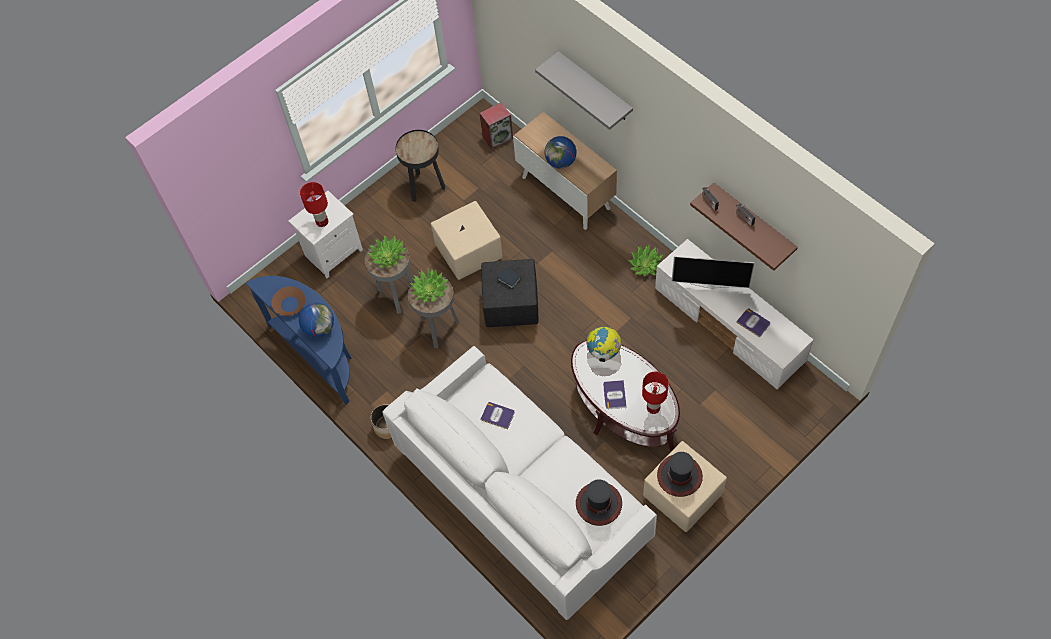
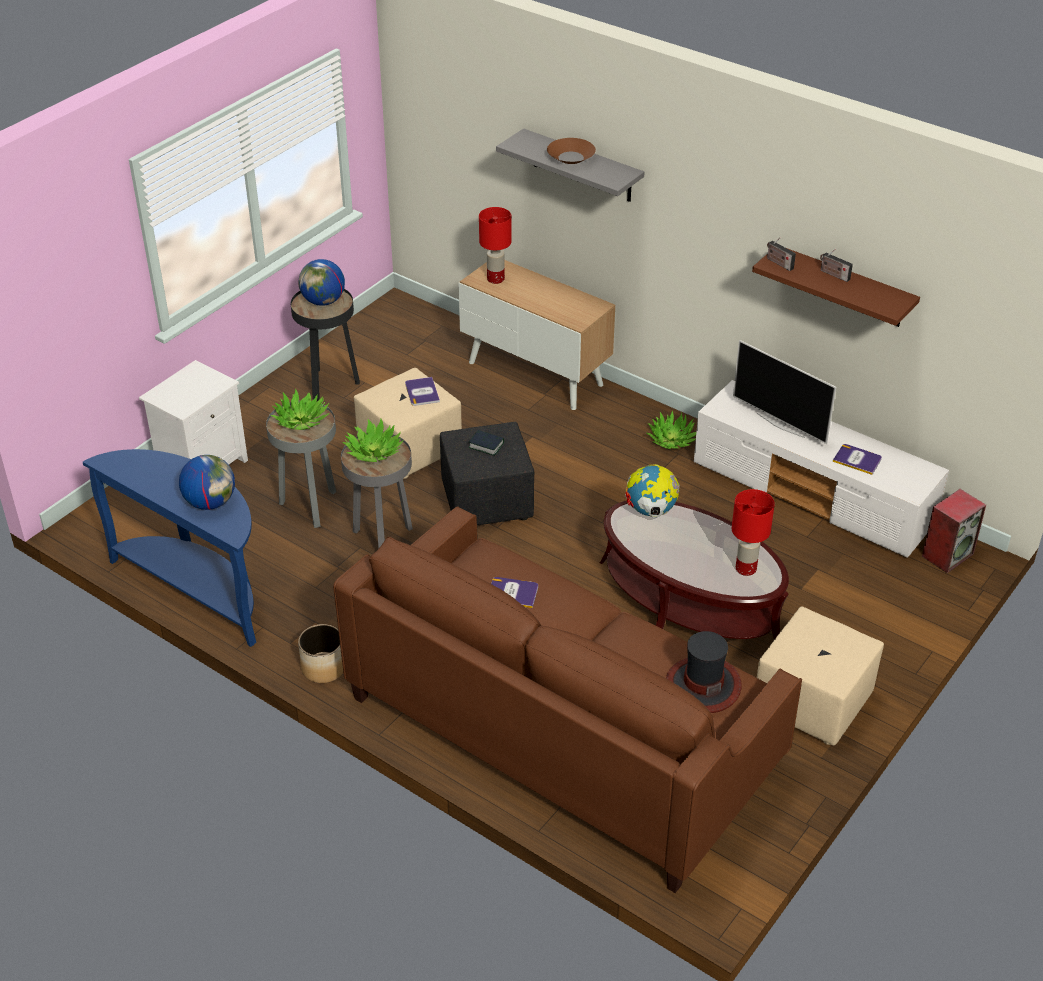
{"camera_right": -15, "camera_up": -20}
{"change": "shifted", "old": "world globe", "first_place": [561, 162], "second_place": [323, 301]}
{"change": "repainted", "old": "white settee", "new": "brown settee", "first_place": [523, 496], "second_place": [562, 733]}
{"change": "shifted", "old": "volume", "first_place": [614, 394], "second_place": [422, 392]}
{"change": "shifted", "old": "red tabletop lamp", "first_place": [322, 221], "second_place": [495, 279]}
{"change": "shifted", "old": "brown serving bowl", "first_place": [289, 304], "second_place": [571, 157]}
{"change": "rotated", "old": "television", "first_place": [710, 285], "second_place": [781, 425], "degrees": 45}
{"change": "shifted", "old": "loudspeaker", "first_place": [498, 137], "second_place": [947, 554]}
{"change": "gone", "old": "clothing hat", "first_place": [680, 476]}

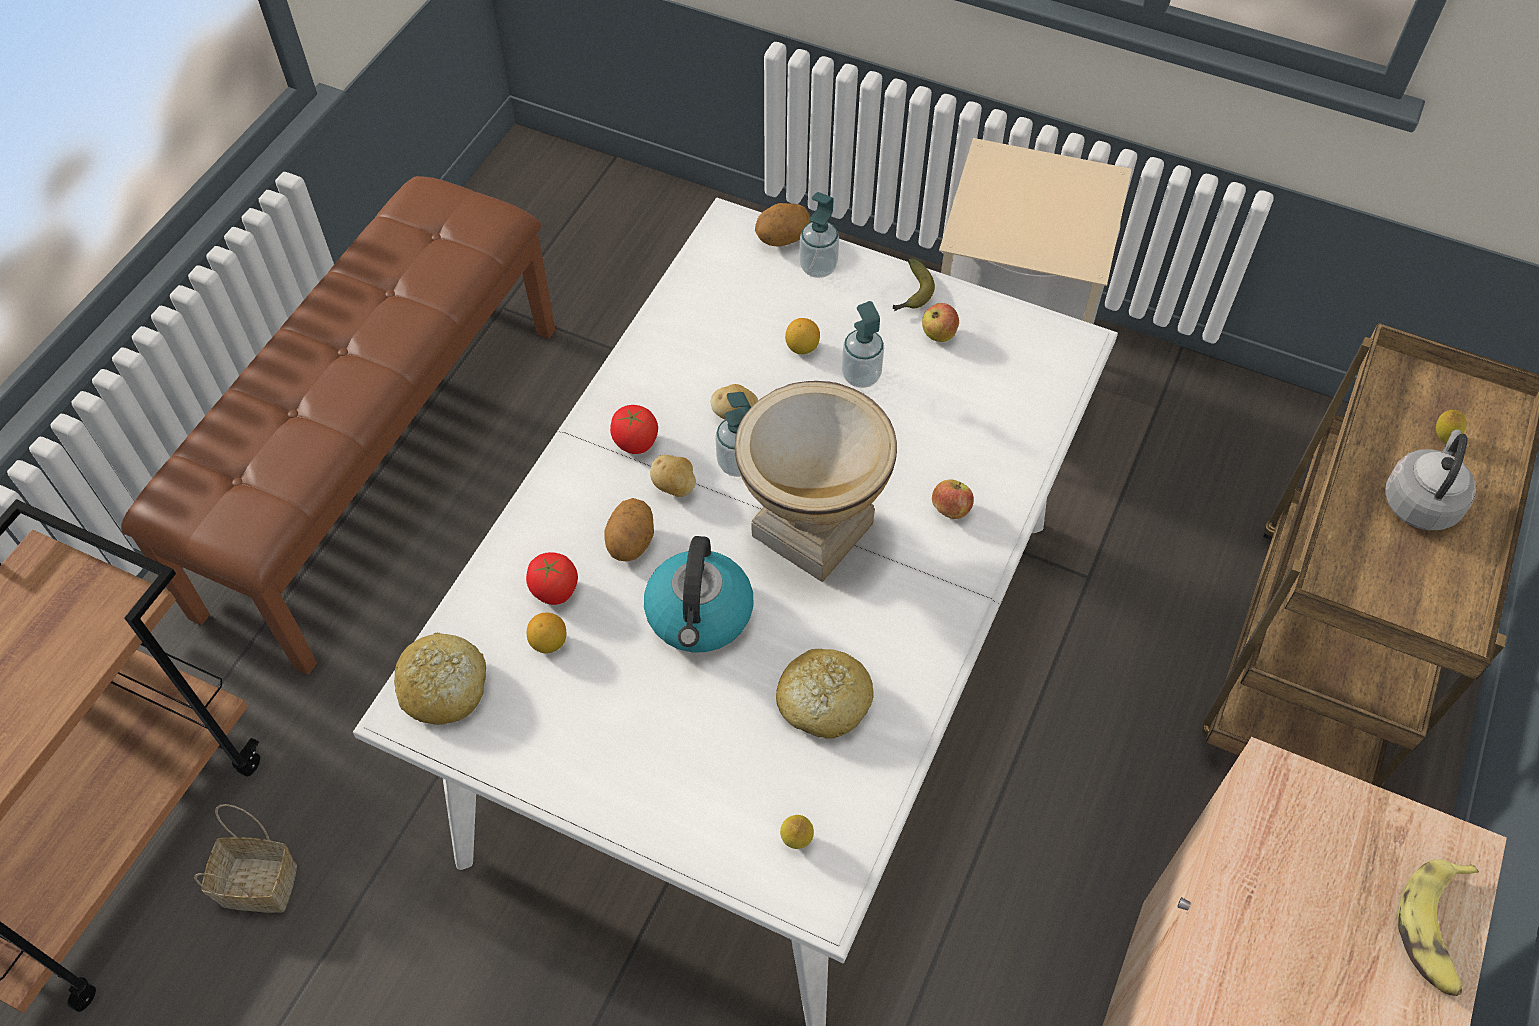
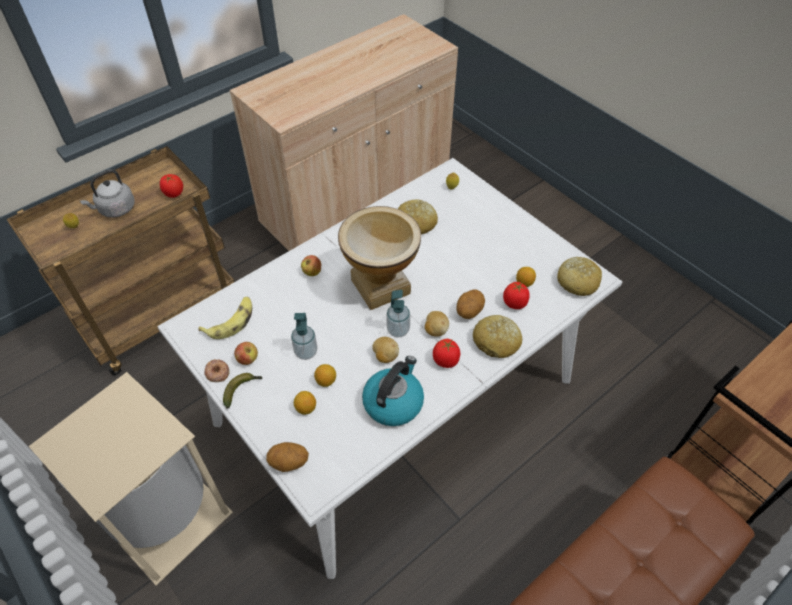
{"camera_right": -155, "camera_up": -5}
{"change": "new", "new": "fresh tomato", "second_place": [174, 194]}
{"change": "shifted", "old": "banana fruit", "first_place": [1436, 930], "second_place": [231, 321]}
{"change": "new", "new": "donut", "second_place": [217, 372]}
{"change": "new", "new": "whole lemon", "second_place": [305, 408]}
{"change": "shifted", "old": "water kettle", "first_place": [700, 615], "second_place": [393, 402]}
{"change": "new", "new": "bakery bread", "second_place": [496, 342]}
{"change": "gone", "old": "basket", "first_place": [256, 886]}
{"change": "gone", "old": "soap bottle", "first_place": [818, 267]}

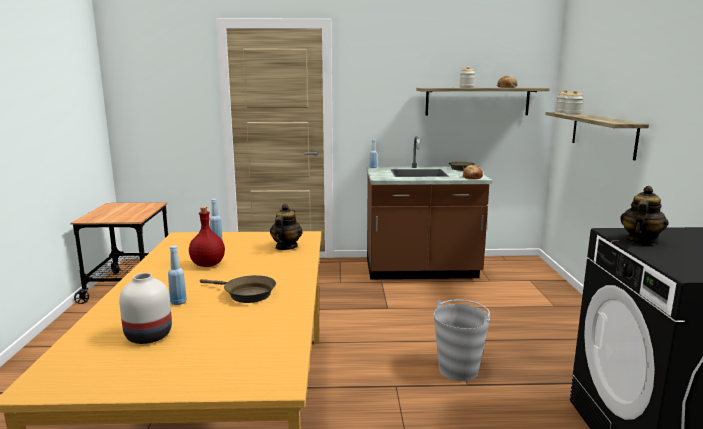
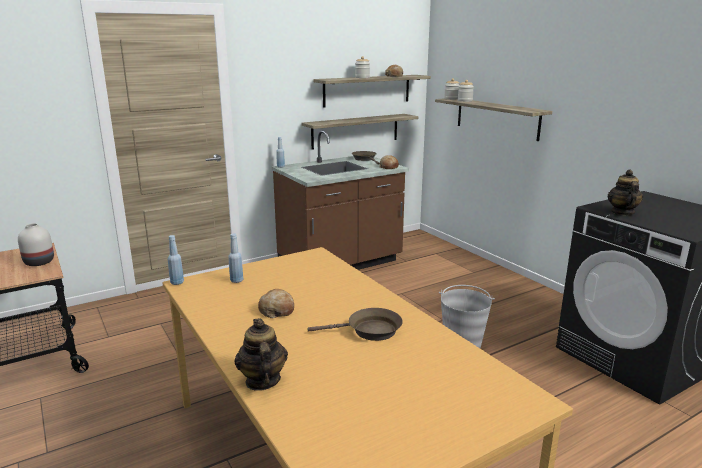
{"camera_right": -30, "camera_up": 5}
{"change": "shifted", "old": "white vase", "first_place": [149, 336], "second_place": [40, 262]}
{"change": "shifted", "old": "bluish bottle", "first_place": [178, 302], "second_place": [177, 282]}
{"change": "shifted", "old": "tea pot", "first_place": [286, 247], "second_place": [262, 381]}
{"change": "swapped", "old": "red bottle", "new": "bakery bread", "first_place": [207, 265], "second_place": [276, 310]}
{"change": "new", "new": "bracket shelf", "second_place": [355, 131]}

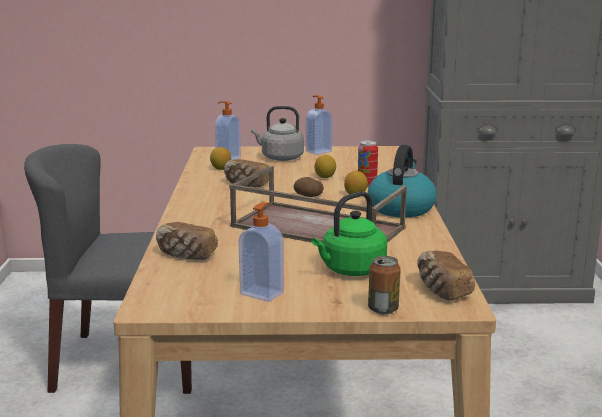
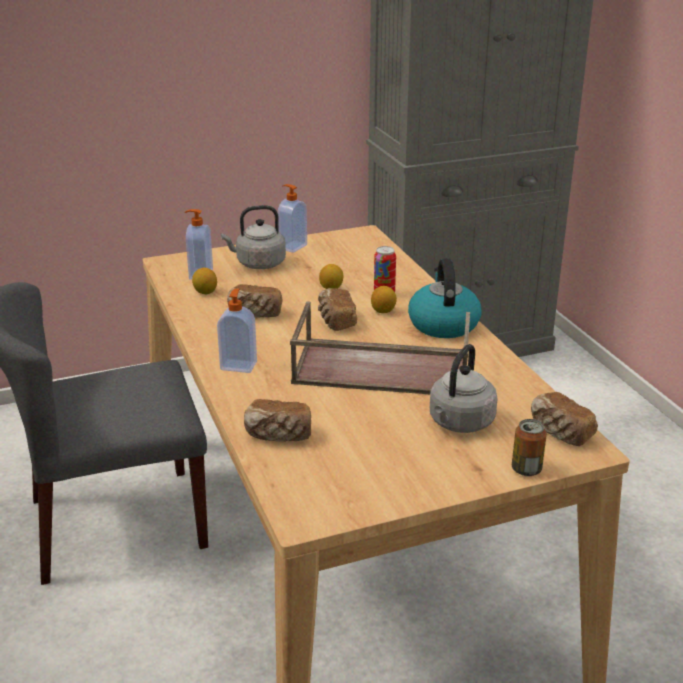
{"camera_right": -20, "camera_up": 10}
{"change": "shifted", "old": "soap bottle", "first_place": [262, 293], "second_place": [239, 365]}
{"change": "swapped", "old": "whole potato", "new": "bakery bread", "first_place": [308, 196], "second_place": [335, 321]}
{"change": "repainted", "old": "green-coloured water kettle", "new": "greyish water kettle", "first_place": [351, 270], "second_place": [459, 423]}

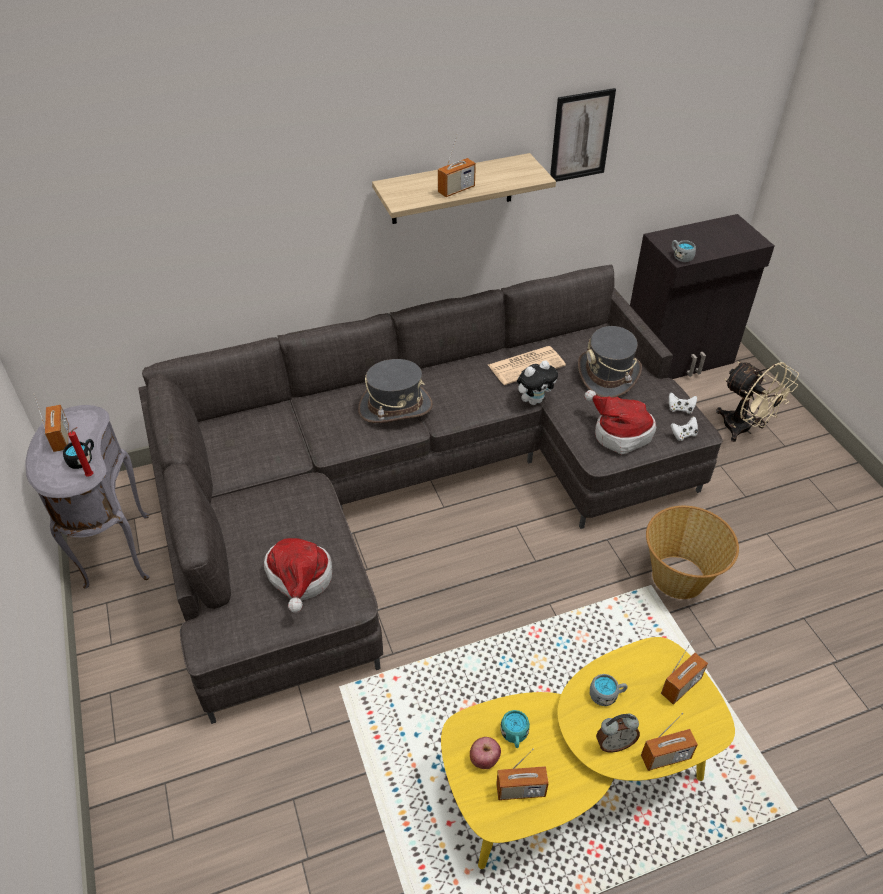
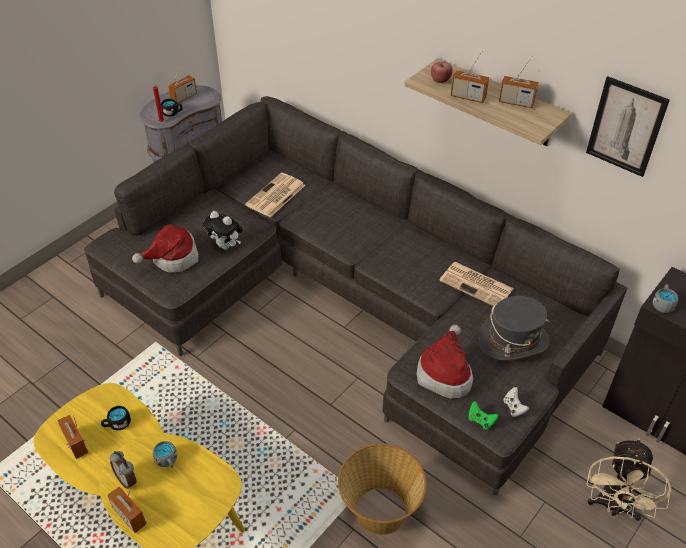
{"camera_right": 60, "camera_up": 0}
{"change": "repainted", "old": "turquoise coffee mug", "new": "black coffee mug", "first_place": [514, 735], "second_place": [117, 424]}
{"change": "shifted", "old": "plush toy", "first_place": [534, 400], "second_place": [226, 246]}
{"change": "new", "new": "daily paper", "second_place": [275, 196]}
{"change": "shifted", "old": "apple", "first_place": [484, 759], "second_place": [440, 80]}
{"change": "repainted", "old": "white game controller", "new": "green-coloured game controller", "first_place": [683, 435], "second_place": [481, 420]}
{"change": "shifted", "old": "radio", "first_place": [681, 686], "second_place": [516, 102]}
{"change": "gone", "old": "greyish clothing hat", "first_place": [395, 407]}

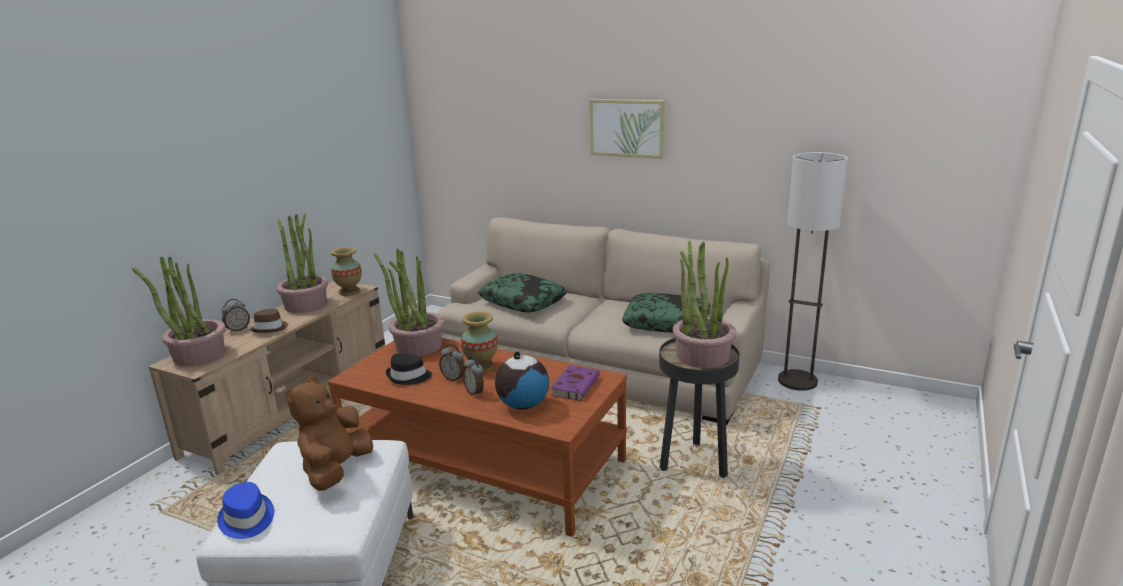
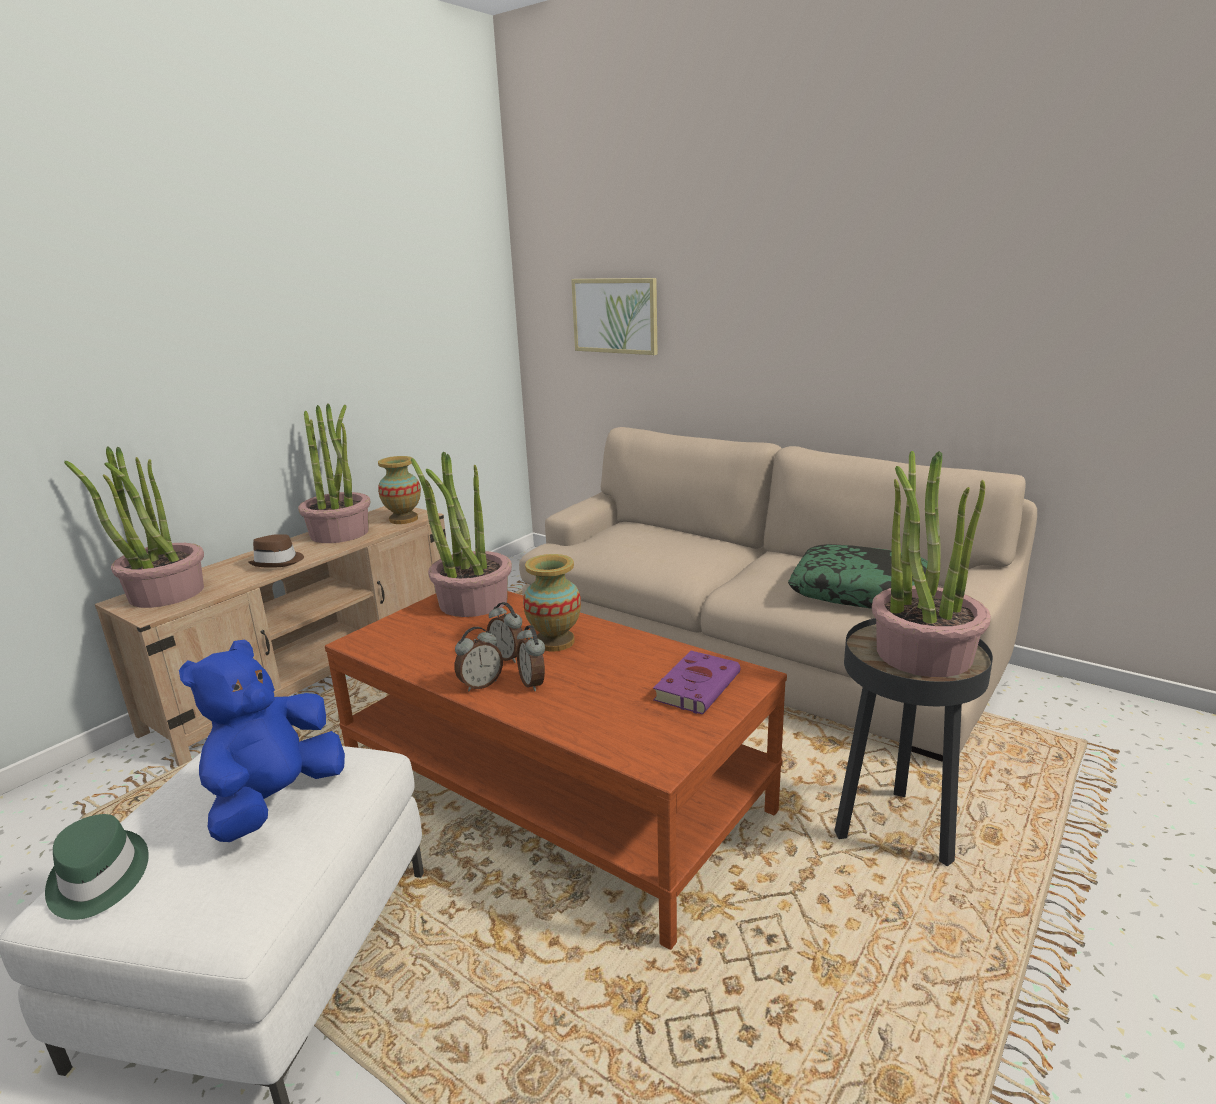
{"camera_right": 10, "camera_up": 0}
{"change": "repainted", "old": "bluish clothing hat", "new": "green-coloured clothing hat", "first_place": [246, 519], "second_place": [97, 879]}
{"change": "repainted", "old": "brown plush toy", "new": "bluish plush toy", "first_place": [336, 470], "second_place": [276, 801]}
{"change": "shifted", "old": "bedside clock", "first_place": [238, 329], "second_place": [480, 684]}
{"change": "shifted", "old": "wall picture", "first_place": [627, 128], "second_place": [615, 315]}
{"change": "gone", "old": "black clothing hat", "first_place": [408, 377]}
{"change": "gone", "old": "pillow", "first_place": [523, 301]}
{"change": "gone", "old": "world globe", "first_place": [523, 405]}
{"change": "gone", "old": "standing lamp", "first_place": [797, 381]}

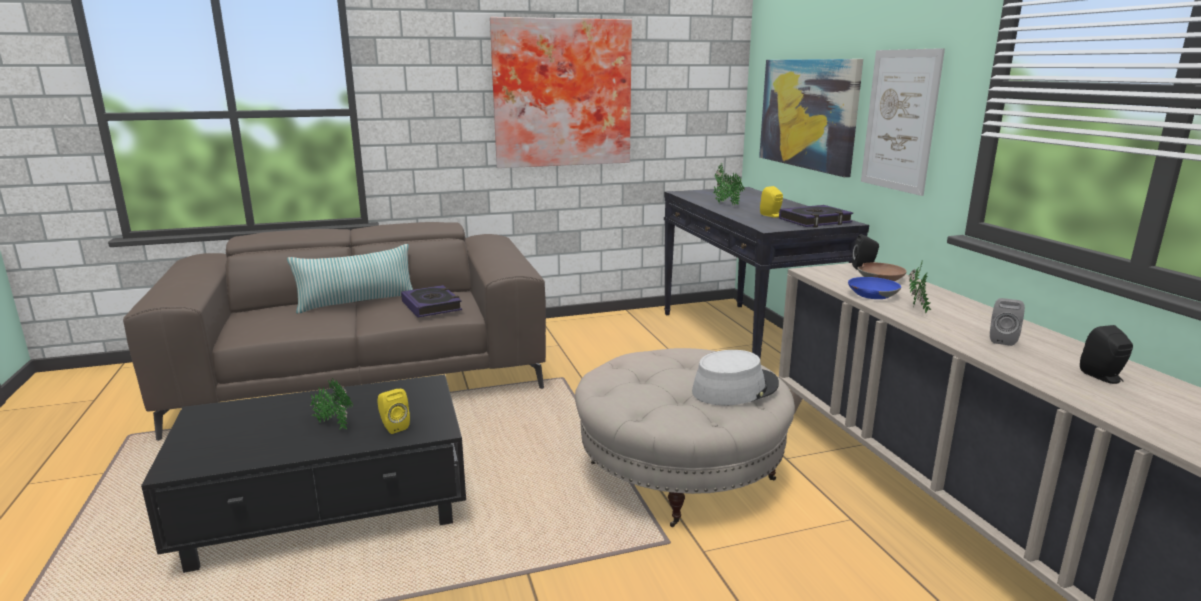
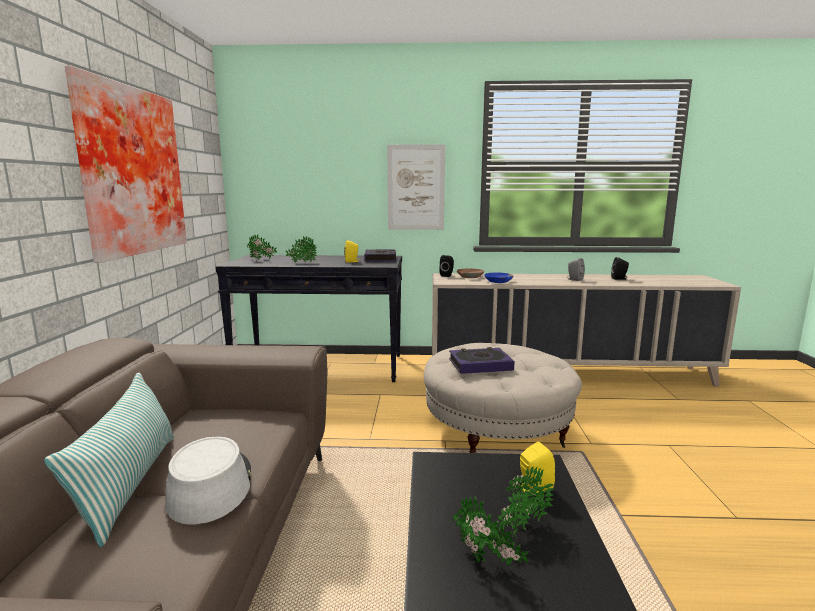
{"camera_right": -70, "camera_up": -5}
{"change": "shifted", "old": "greyish clothing hat", "first_place": [735, 388], "second_place": [210, 486]}
{"change": "shifted", "old": "volume", "first_place": [432, 306], "second_place": [480, 365]}
{"change": "shifted", "old": "potted plant", "first_place": [917, 310], "second_place": [487, 564]}
{"change": "gone", "old": "wall picture", "first_place": [807, 114]}

